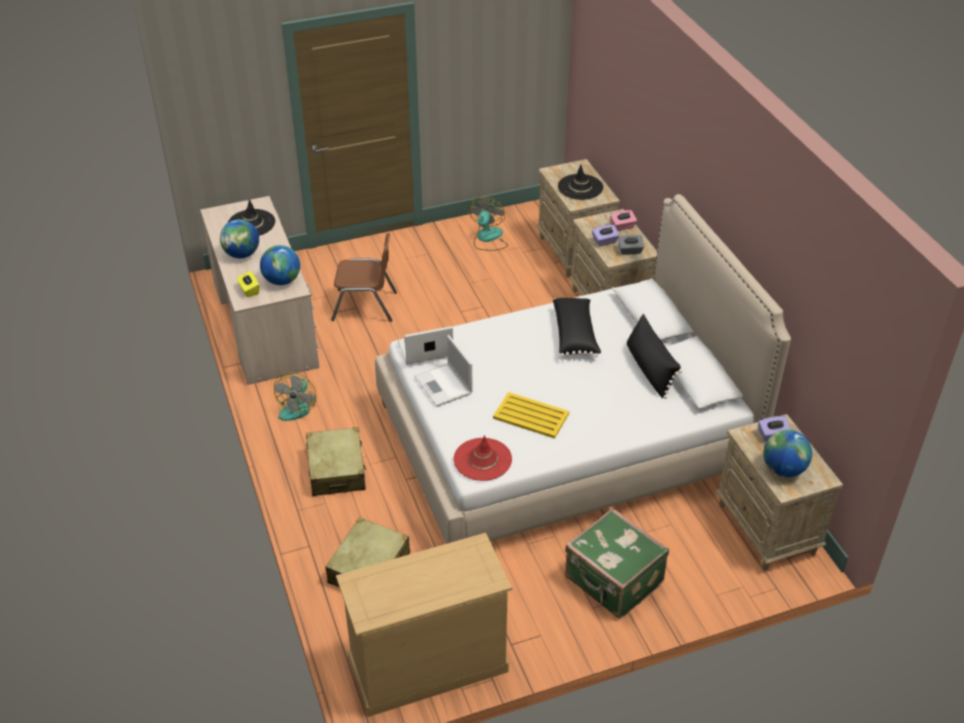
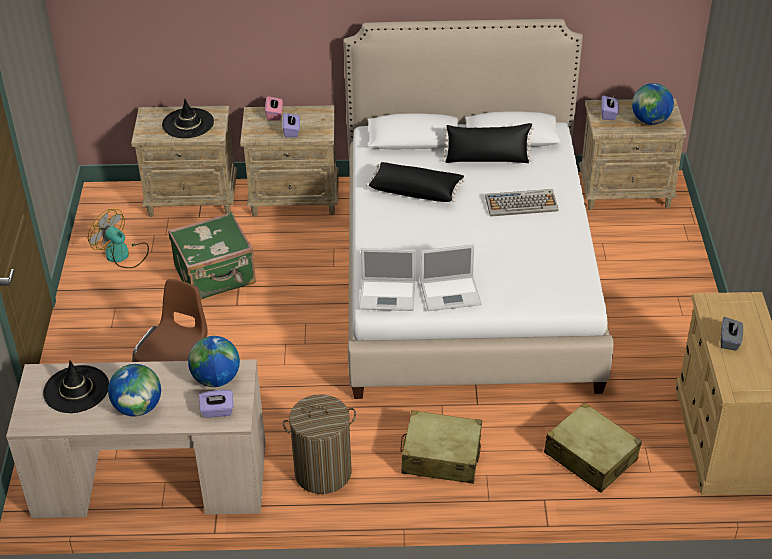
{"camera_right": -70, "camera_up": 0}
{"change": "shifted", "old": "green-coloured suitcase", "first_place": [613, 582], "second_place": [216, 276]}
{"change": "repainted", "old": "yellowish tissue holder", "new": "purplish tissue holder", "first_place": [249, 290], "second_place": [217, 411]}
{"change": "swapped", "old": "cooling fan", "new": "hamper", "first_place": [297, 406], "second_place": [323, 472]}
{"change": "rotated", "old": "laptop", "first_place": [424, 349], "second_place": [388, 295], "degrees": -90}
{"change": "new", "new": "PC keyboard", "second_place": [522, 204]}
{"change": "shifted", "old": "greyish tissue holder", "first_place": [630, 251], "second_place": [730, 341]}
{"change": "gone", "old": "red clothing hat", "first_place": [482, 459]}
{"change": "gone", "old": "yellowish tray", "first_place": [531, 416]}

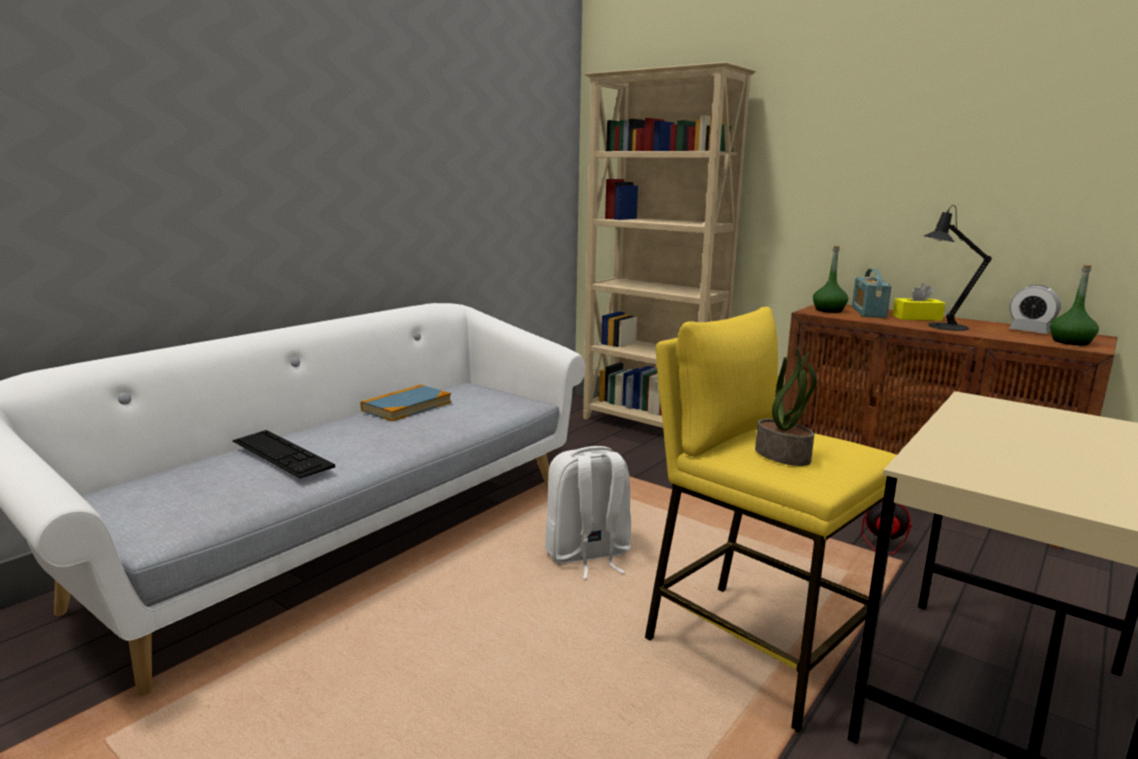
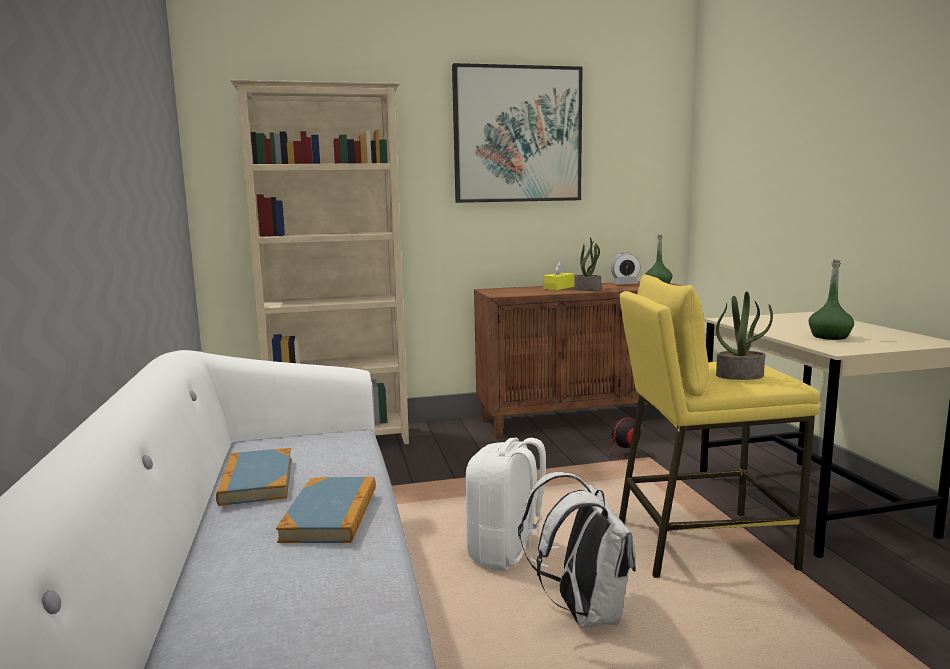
{"camera_right": -50, "camera_up": -5}
{"change": "new", "new": "volume", "second_place": [330, 514]}
{"change": "new", "new": "wall picture", "second_place": [517, 135]}
{"change": "new", "new": "white rucksack", "second_place": [583, 612]}
{"change": "swapped", "old": "black tabletop lamp", "new": "potted plant", "first_place": [942, 326], "second_place": [588, 289]}
{"change": "shifted", "old": "green-coloured bottle", "first_place": [828, 310], "second_place": [830, 337]}
{"change": "gone", "old": "PC keyboard", "first_place": [281, 453]}
{"change": "gone", "old": "radio", "first_place": [868, 312]}

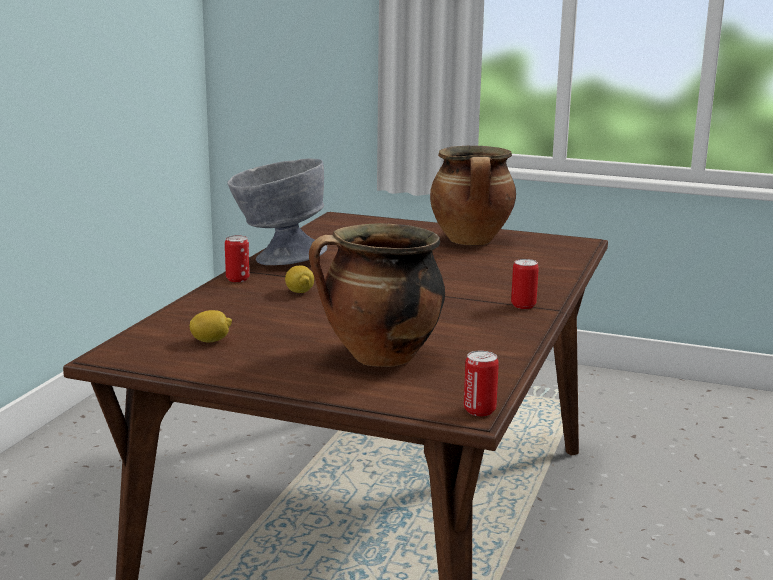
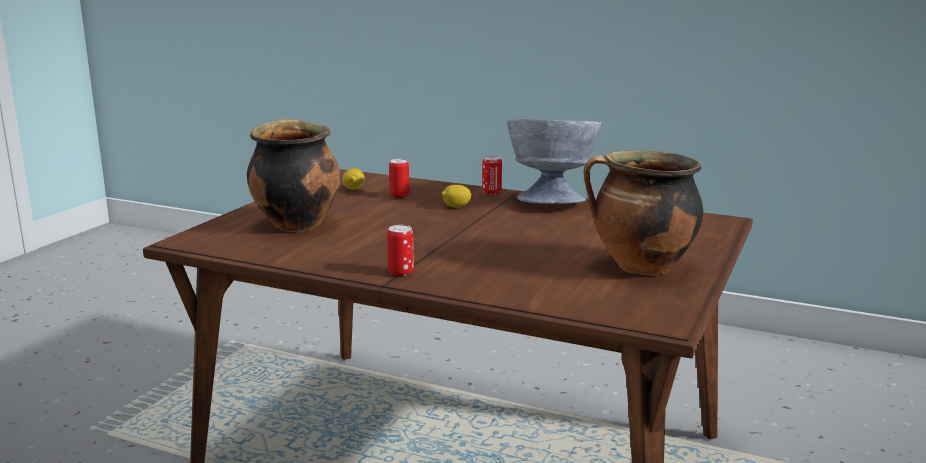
{"camera_right": 95, "camera_up": 0}
{"change": "shifted", "old": "metal can", "first_place": [479, 411], "second_place": [399, 195]}

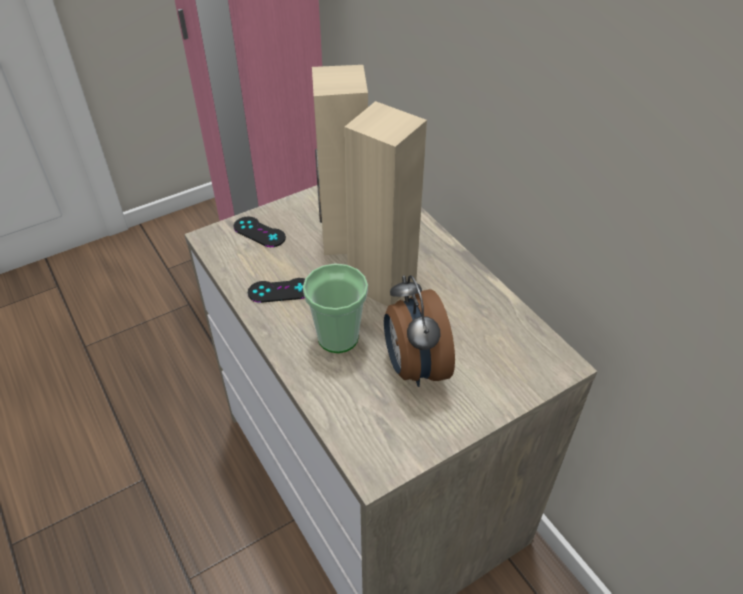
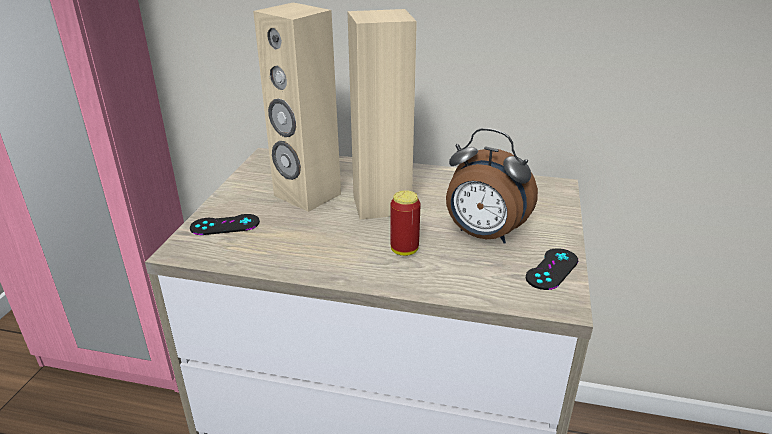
{"camera_right": -45, "camera_up": -15}
{"change": "swapped", "old": "small cup", "new": "metal can", "first_place": [338, 337], "second_place": [404, 250]}
{"change": "shifted", "old": "black game controller", "first_place": [280, 290], "second_place": [552, 269]}

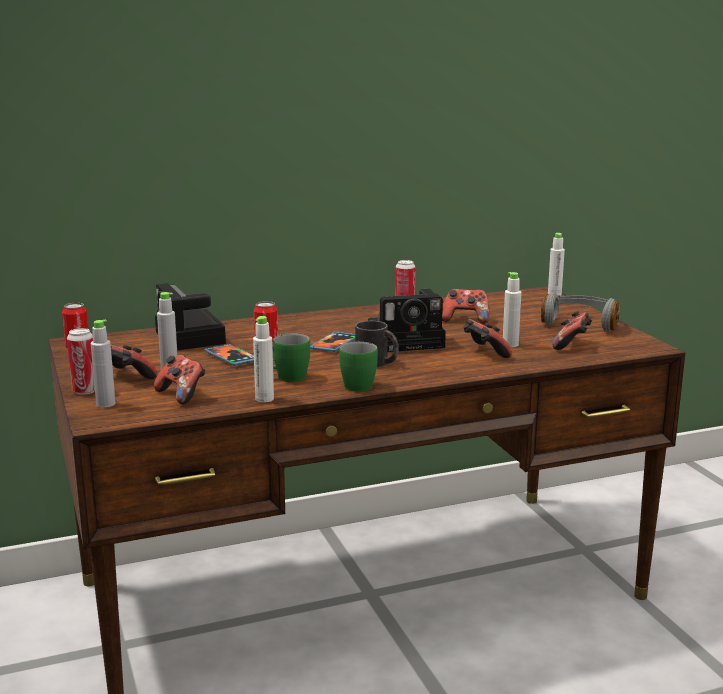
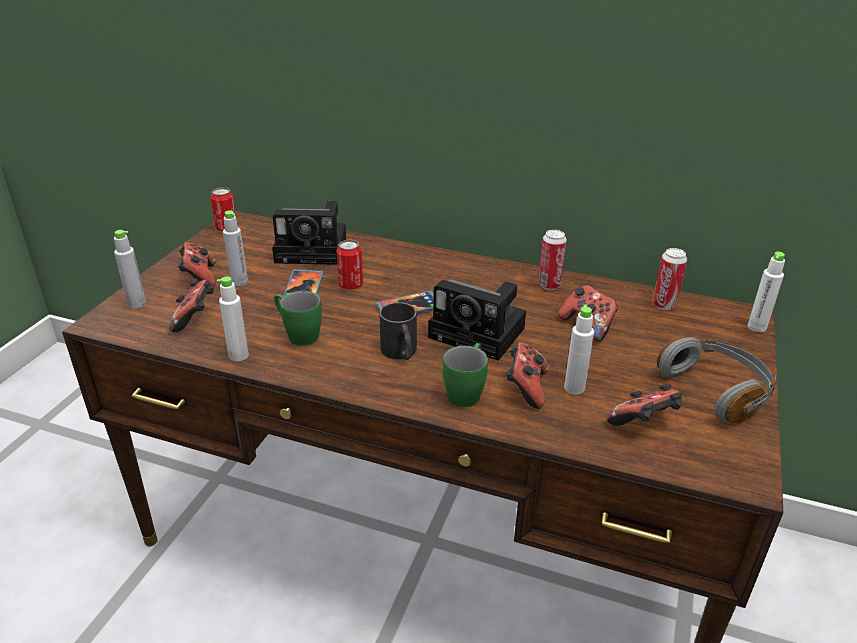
{"camera_right": 40, "camera_up": 15}
{"change": "rotated", "old": "still camera", "first_place": [192, 338], "second_place": [315, 250], "degrees": -105}
{"change": "shifted", "old": "green-coloured coffee mug", "first_place": [356, 384], "second_place": [466, 391]}
{"change": "shifted", "old": "metal can", "first_place": [85, 391], "second_place": [664, 305]}

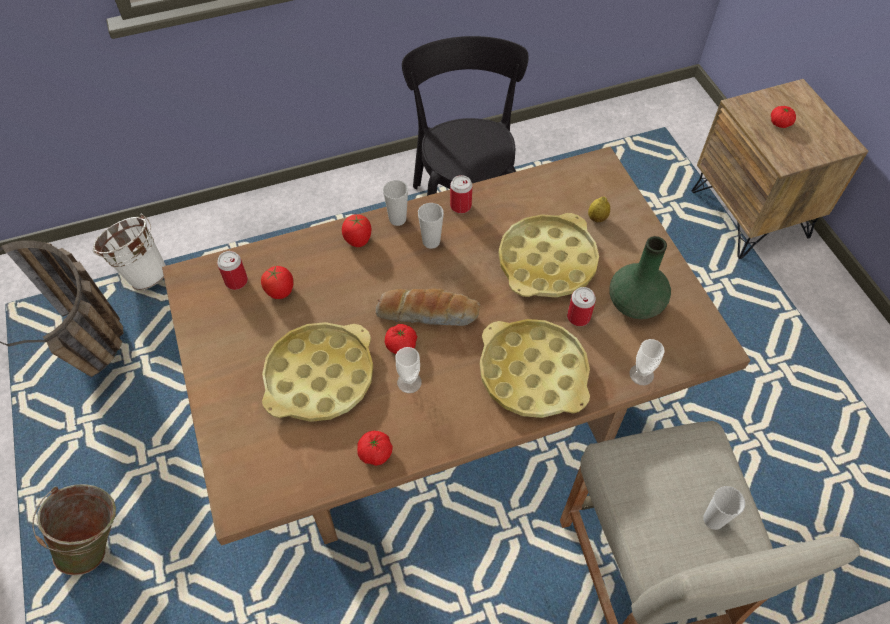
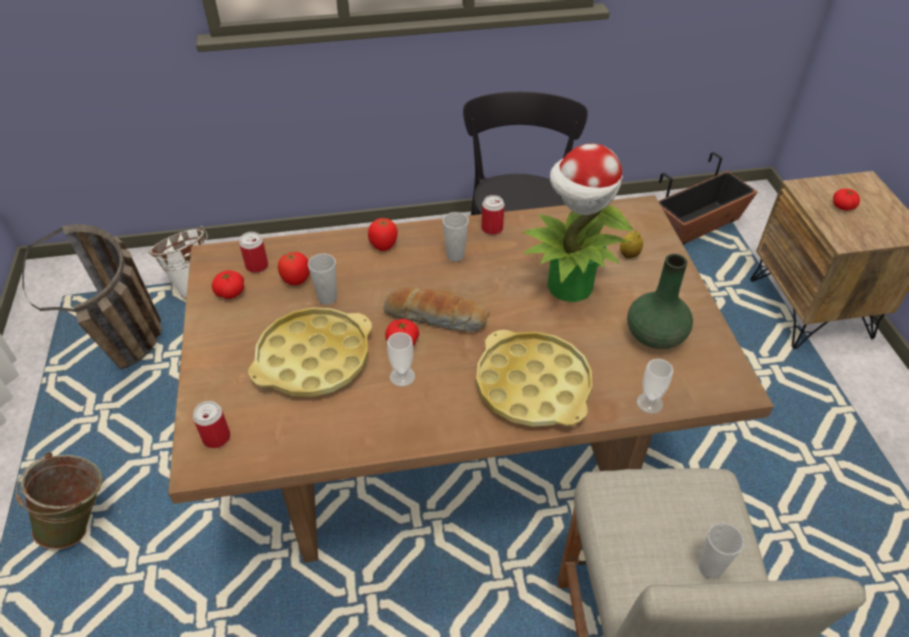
{"camera_right": 10, "camera_up": -10}
{"change": "shifted", "old": "metal can", "first_place": [578, 317], "second_place": [216, 437]}
{"change": "shifted", "old": "fresh tomato", "first_place": [375, 453], "second_place": [230, 292]}
{"change": "shifted", "old": "small cup", "first_place": [397, 219], "second_place": [327, 298]}
{"change": "swapped", "old": "yellowish tray", "new": "potted plant", "first_place": [547, 262], "second_place": [569, 287]}
{"change": "new", "new": "planter", "second_place": [696, 226]}

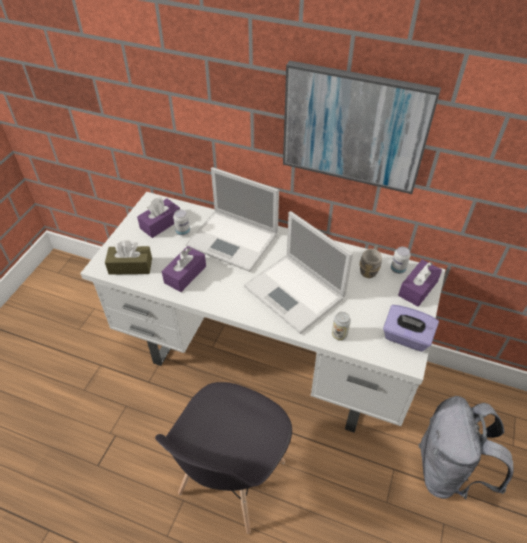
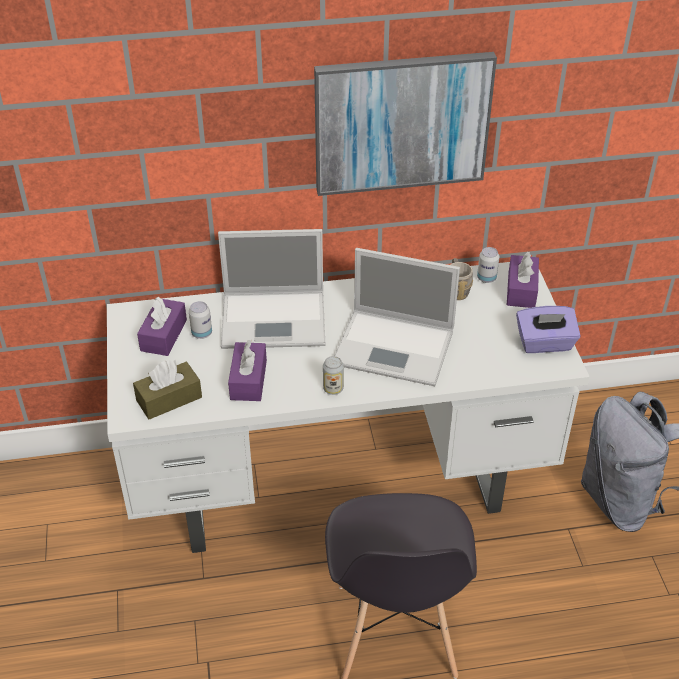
{"camera_right": -30, "camera_up": -5}
{"change": "shifted", "old": "metal can", "first_place": [339, 334], "second_place": [333, 389]}

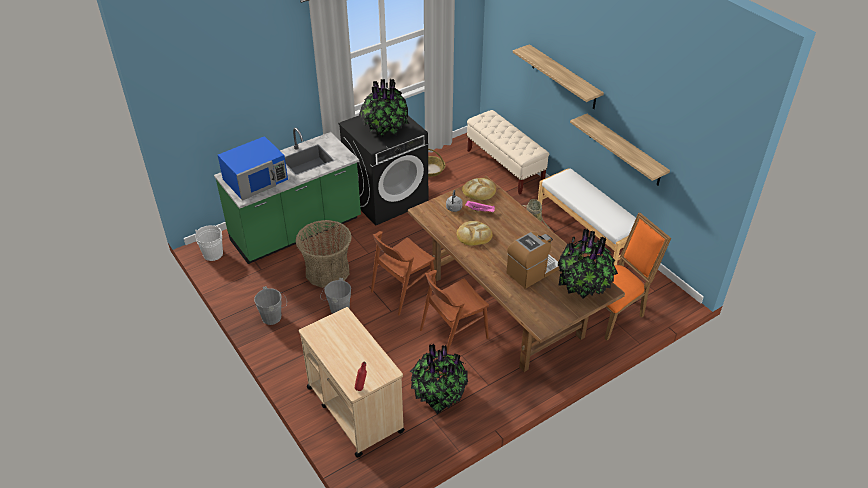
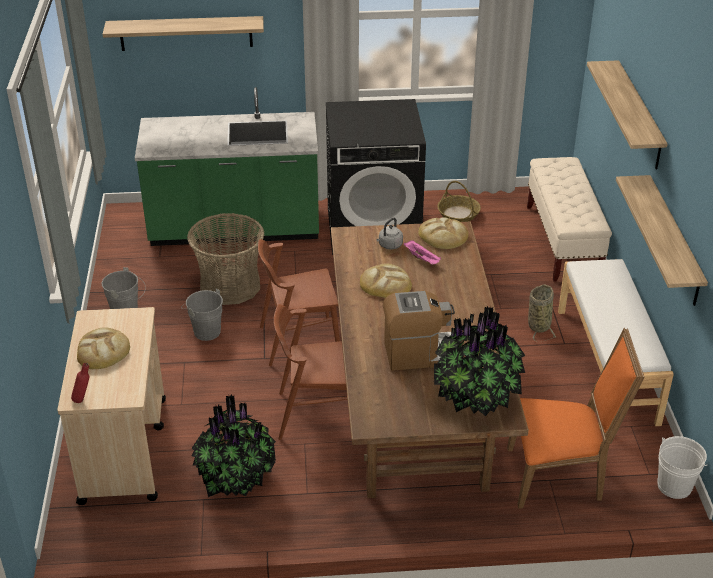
{"camera_right": 30, "camera_up": -5}
{"change": "new", "new": "bakery bread", "second_place": [103, 351]}
{"change": "new", "new": "bracket shelf", "second_place": [186, 33]}
{"change": "shifted", "old": "white water bucket", "first_place": [213, 254], "second_place": [674, 486]}
{"change": "gone", "old": "bluish microwave oven", "first_place": [256, 179]}
{"change": "gone", "old": "potted plant", "first_place": [384, 130]}

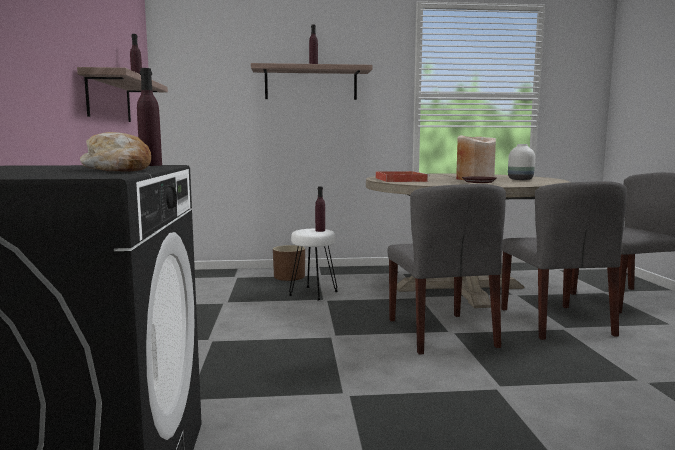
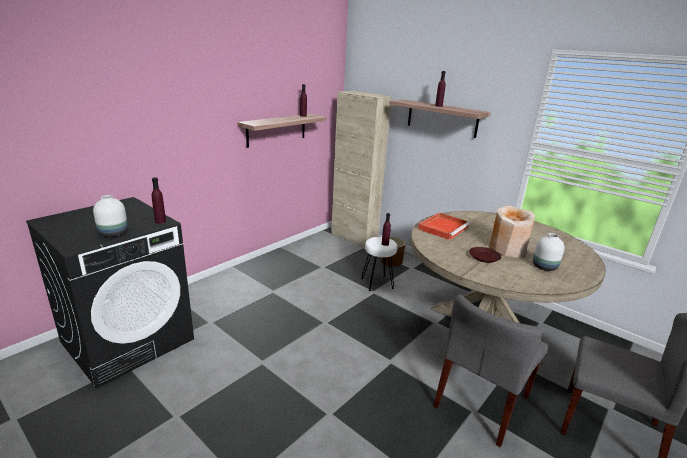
{"camera_right": 45, "camera_up": 15}
{"change": "swapped", "old": "bakery bread", "new": "white vase", "first_place": [118, 170], "second_place": [113, 233]}
{"change": "new", "new": "beige cupboard", "second_place": [354, 238]}
{"change": "gone", "old": "greyish plain chair", "first_place": [441, 333]}

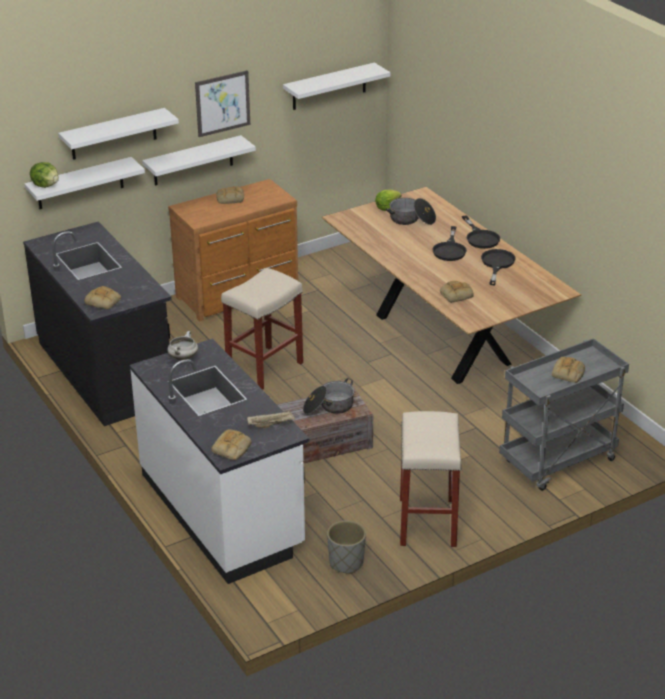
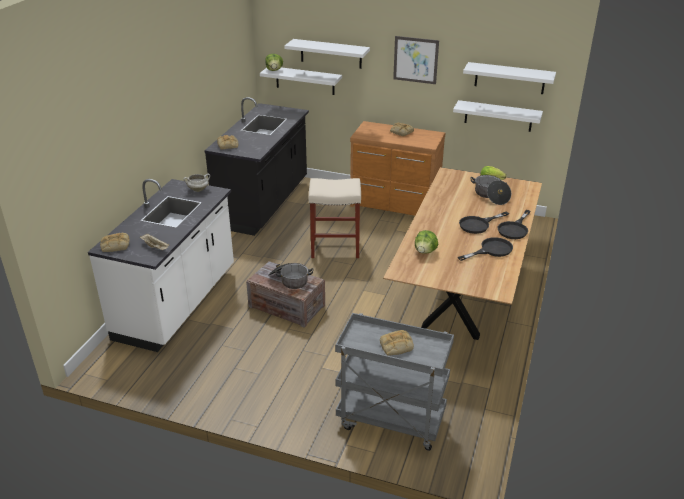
{"camera_right": 50, "camera_up": 0}
{"change": "swapped", "old": "bakery bread", "new": "lettuce head", "first_place": [456, 294], "second_place": [425, 251]}
{"change": "shifted", "old": "white bracket shelf", "first_place": [193, 161], "second_place": [498, 116]}
{"change": "gone", "old": "greyish planter", "first_place": [346, 562]}
{"change": "gone", "old": "beige stool seat", "first_place": [428, 523]}

